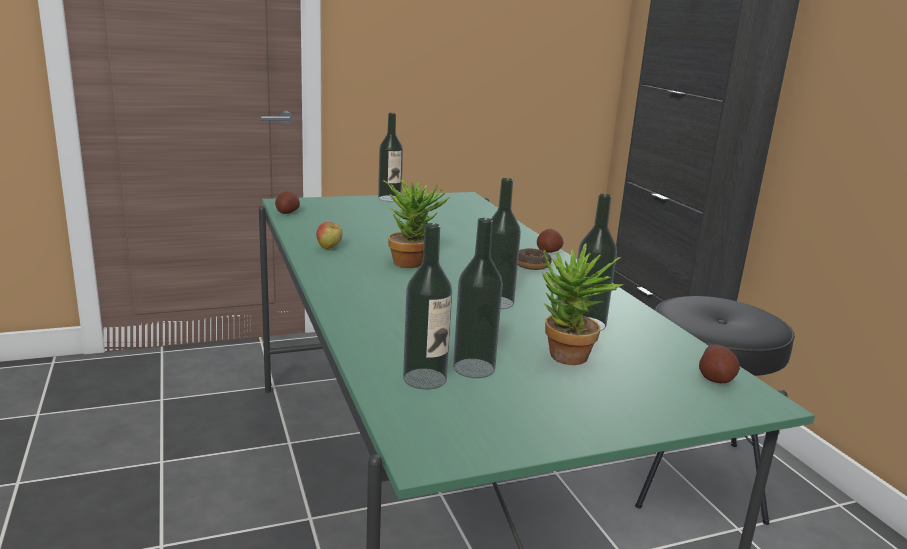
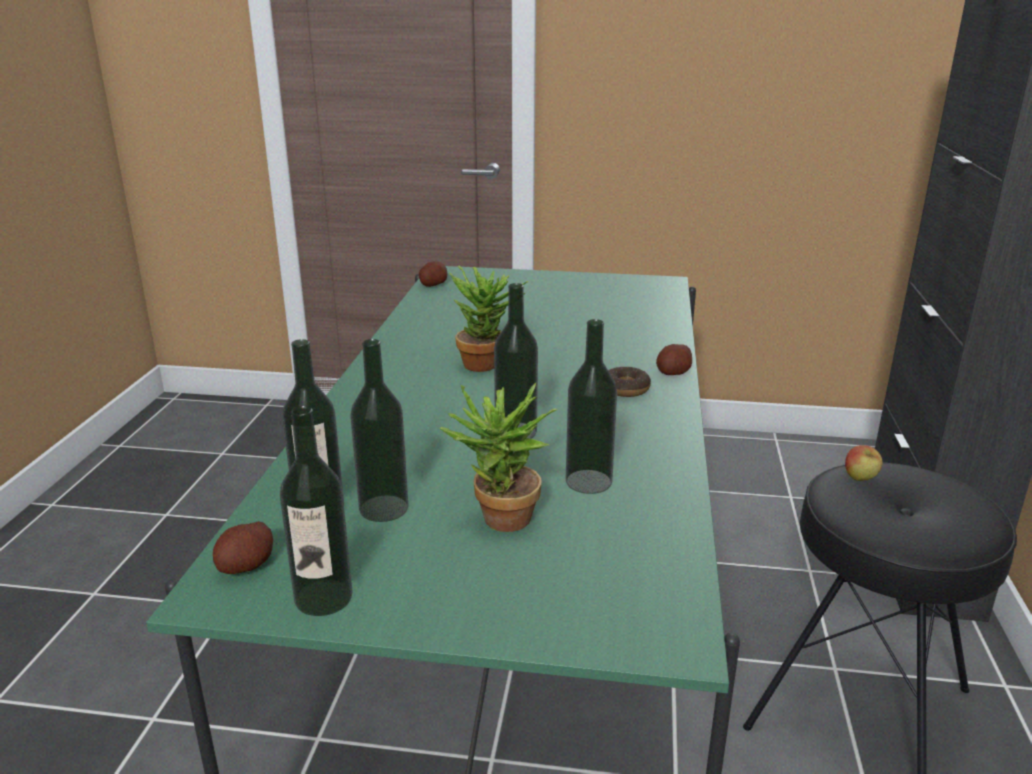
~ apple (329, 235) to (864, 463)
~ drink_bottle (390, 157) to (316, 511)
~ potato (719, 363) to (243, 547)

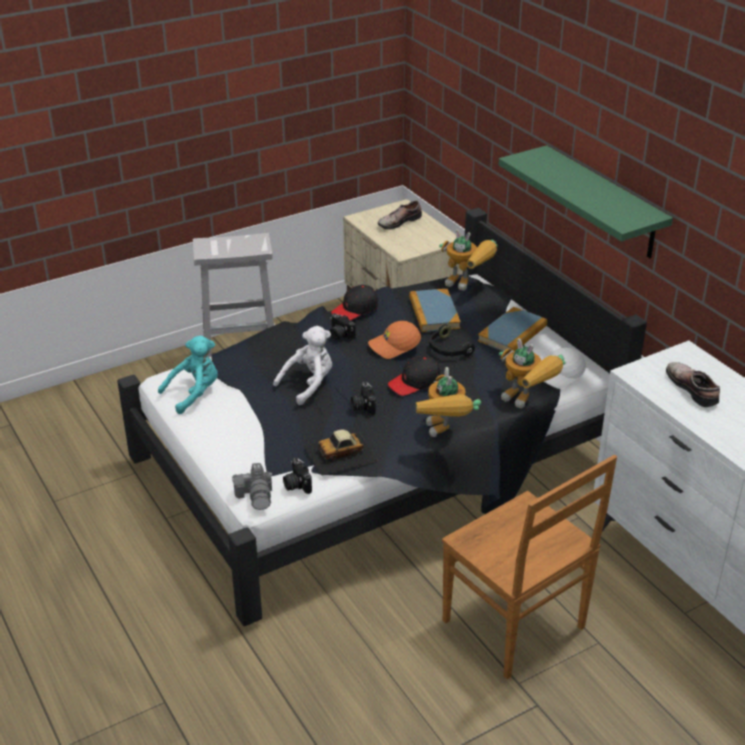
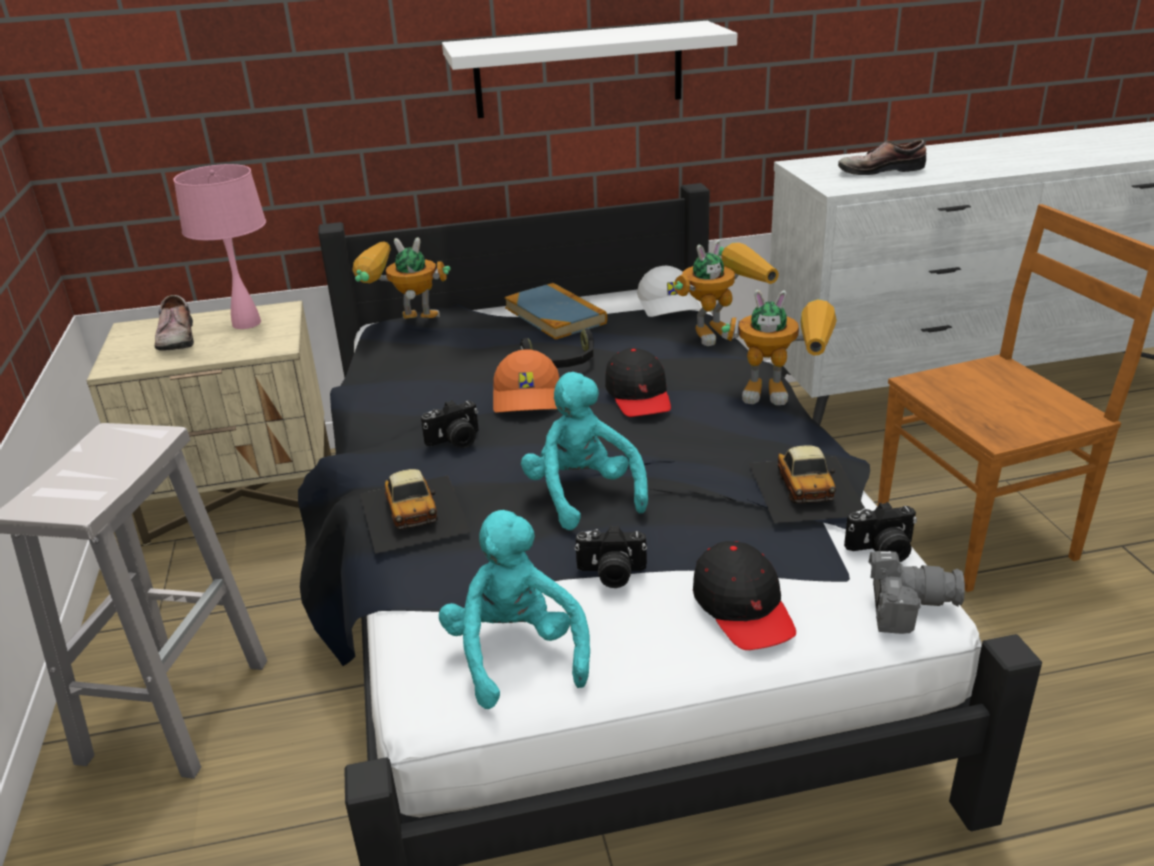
~ white_plush_toy (302, 365) to turquoise-coloured_plush_toy (584, 451)
~ blackish_baseball_cap (354, 303) to (744, 595)
~ photo_camera (363, 398) to (610, 556)
- book (435, 310)
~ toy_robot (468, 259) = (401, 278) 135 degrees counterclockwise
~ greenish_shelf (585, 201) to white_shelf (589, 69)
+ pink_lamp_for_a_table (219, 246)
+ model_car (415, 511)

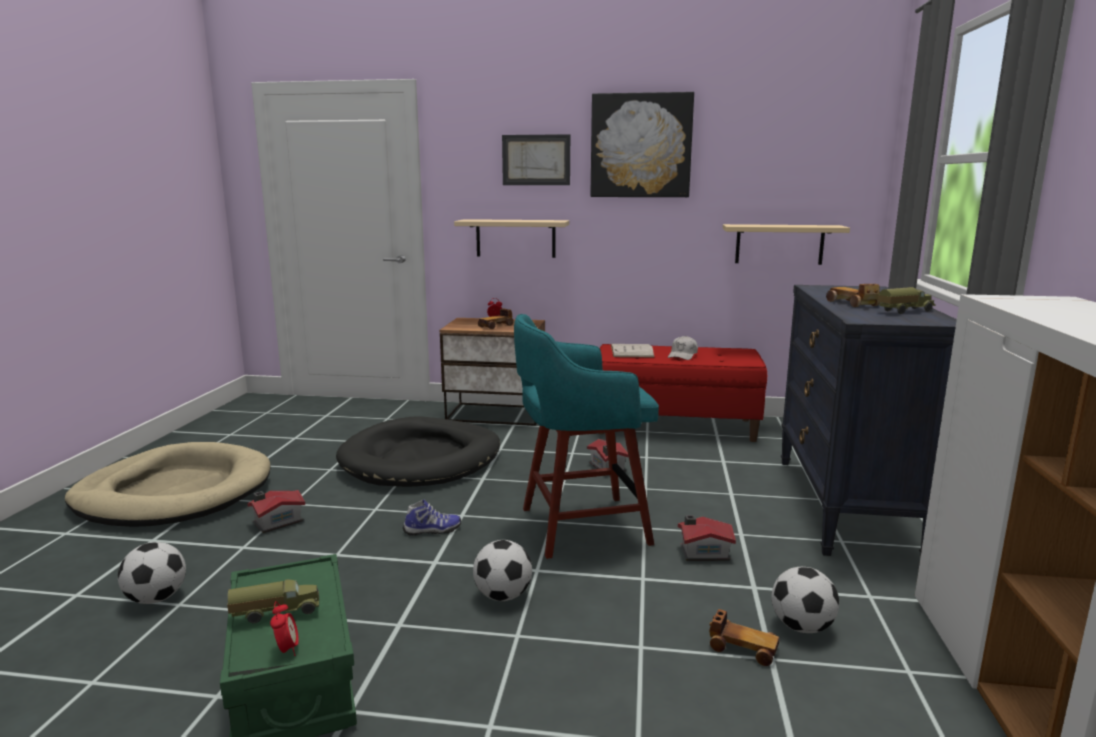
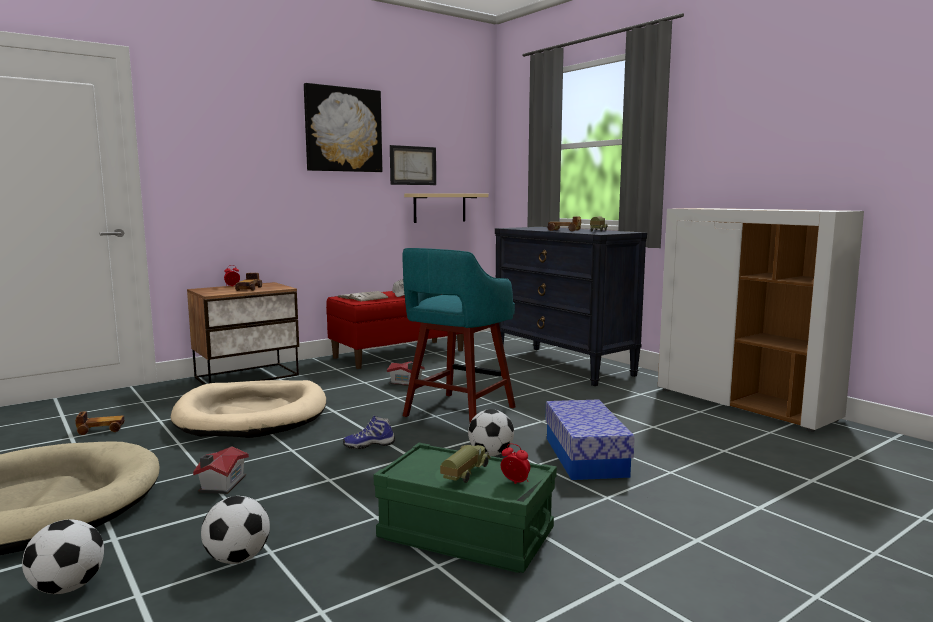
~ blackish_pet_bed (418, 451) to sand-coloured_pet_bed (248, 409)
~ item_of_footwear (432, 517) = (369, 432) 135 degrees counterclockwise
- sand-coloured_shelf (511, 238)
~ wall_picture (536, 159) to (413, 165)
- model_house (707, 538)
~ model_car (744, 637) to (100, 423)
~ football (805, 600) to (63, 556)
+ storage_box (590, 439)

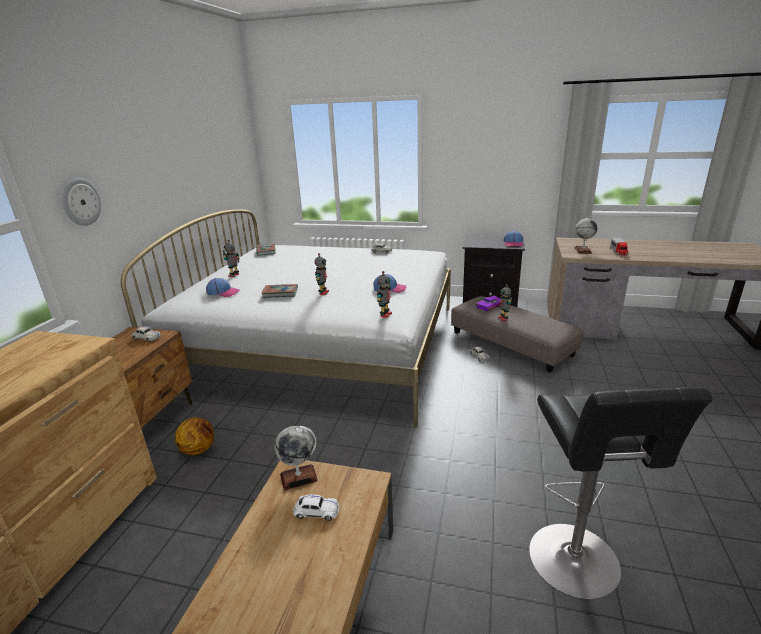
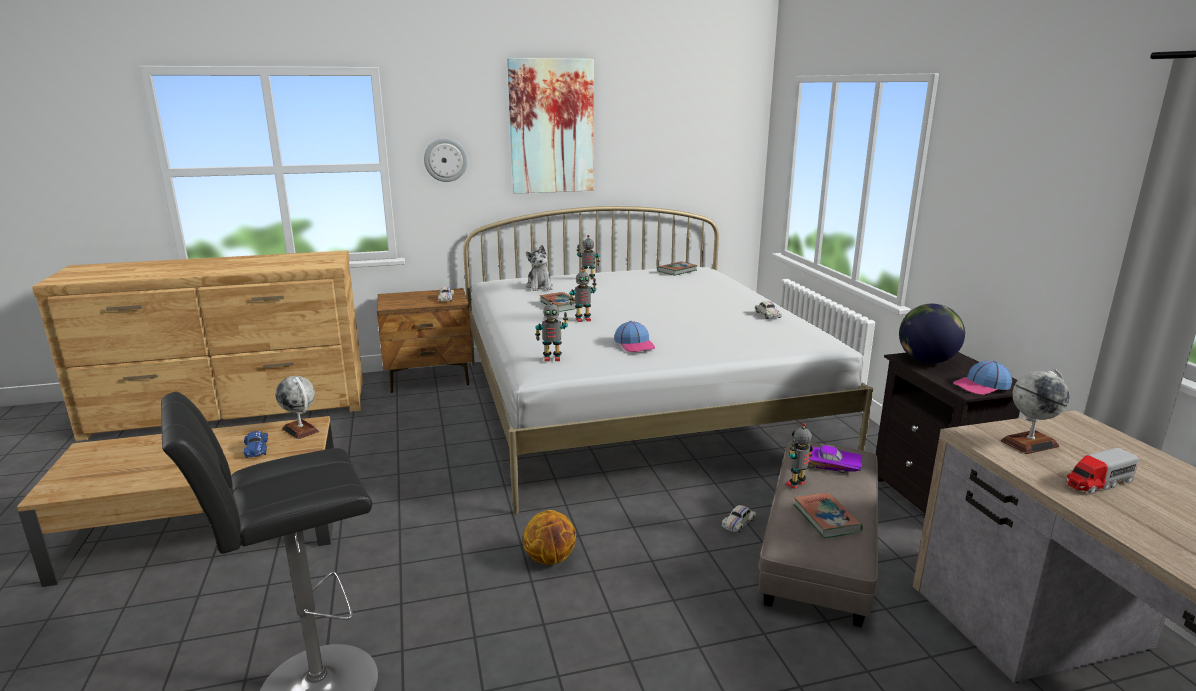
~ basketball_ball (194, 436) to (549, 537)
~ baseball_cap (223, 287) to plush_toy (539, 268)
~ white_model_car (316, 507) to blue-coloured_model_car (256, 444)
+ wall_picture (550, 126)
+ book (828, 515)
+ desk_globe (932, 333)

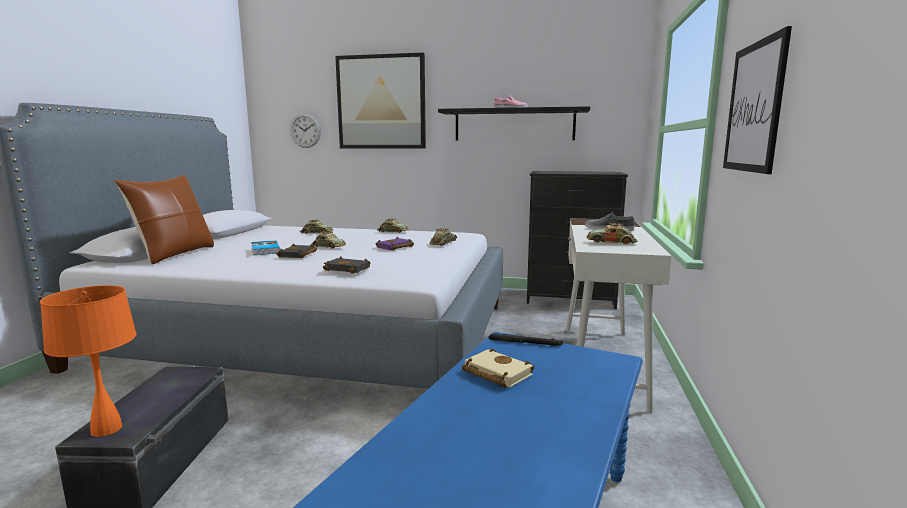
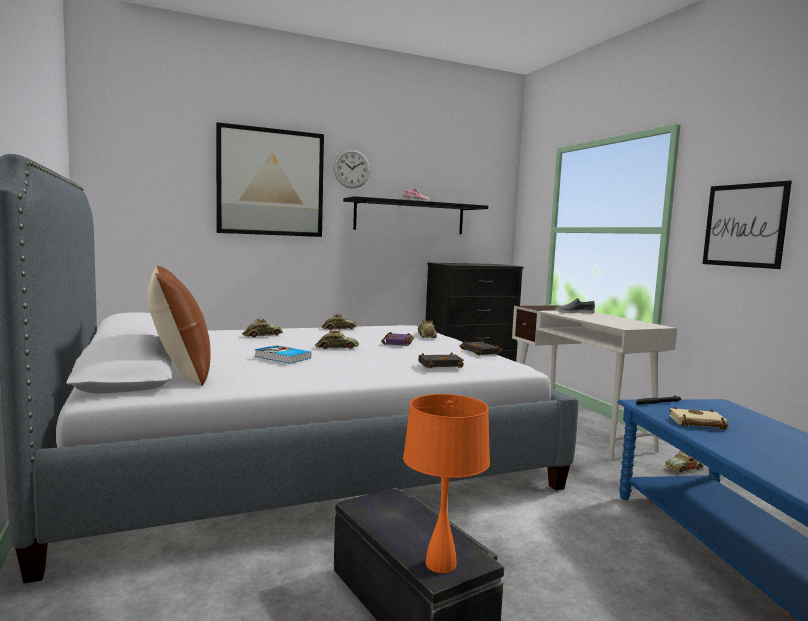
~ blackish_book (296, 251) to (481, 347)
~ wall_clock (305, 130) to (351, 168)
~ model_car (612, 233) to (684, 461)

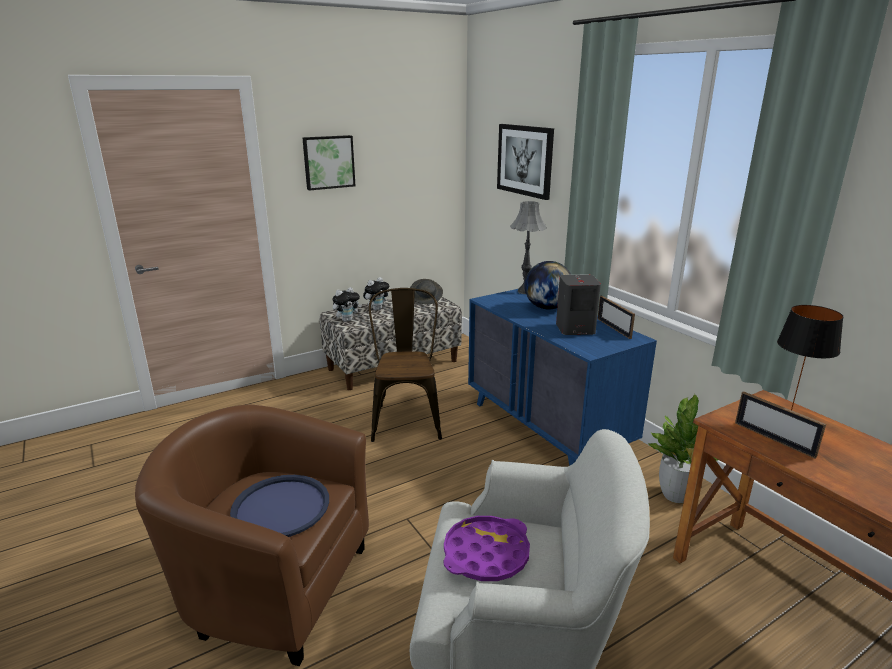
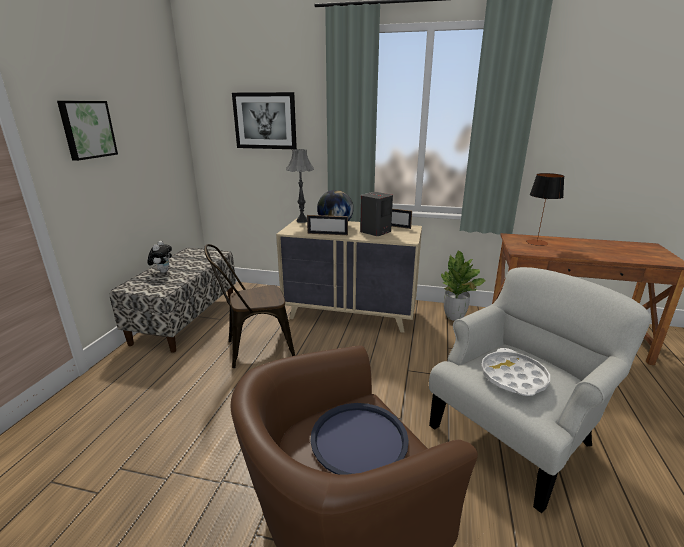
- plush_toy (347, 304)
~ brownish_chair (405, 365) = (249, 306) 60 degrees counterclockwise
- grey_clothing_hat (426, 291)
~ purple_carrying_tray (486, 548) to white_carrying_tray (515, 372)
~ blue-coloured_chest_of_drawers (562, 377) to sand-coloured_chest_of_drawers (349, 275)
~ standing_frame (780, 425) to (327, 225)

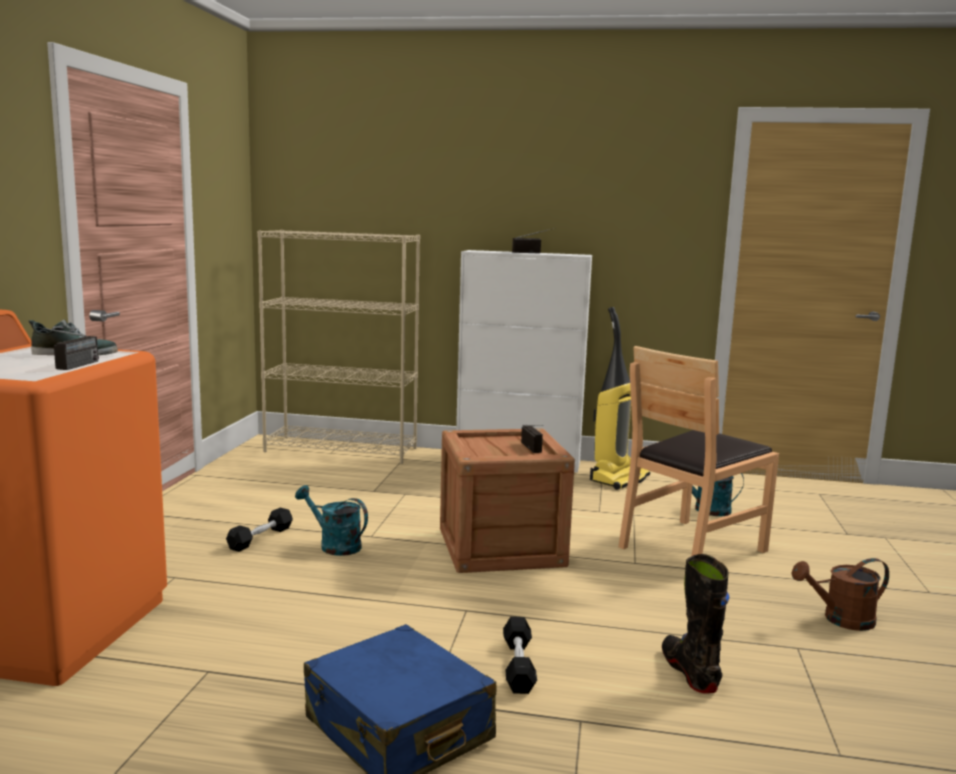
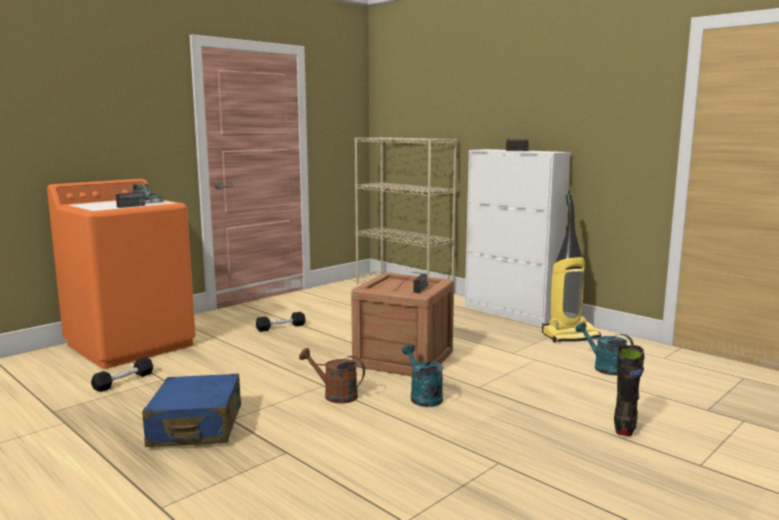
~ turquoise-coloured_watering_can (331, 520) to (422, 375)
~ blackish_hand_weight (520, 655) to (122, 374)
- brownish_chair (698, 451)
~ blackish_high-top_boot (695, 623) to (629, 390)
~ brownish_watering_can (840, 594) to (332, 375)

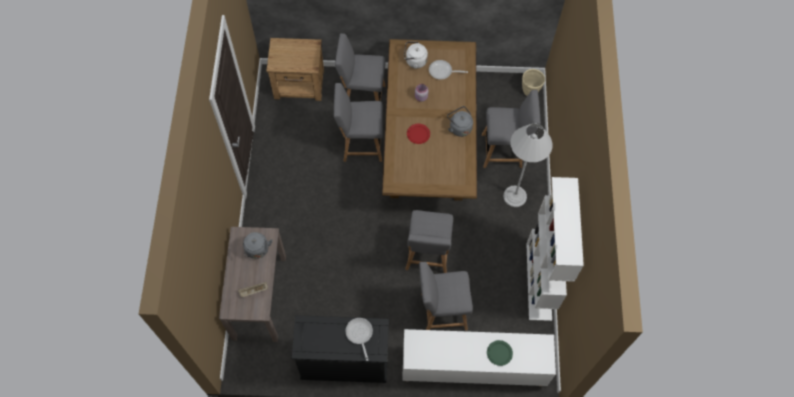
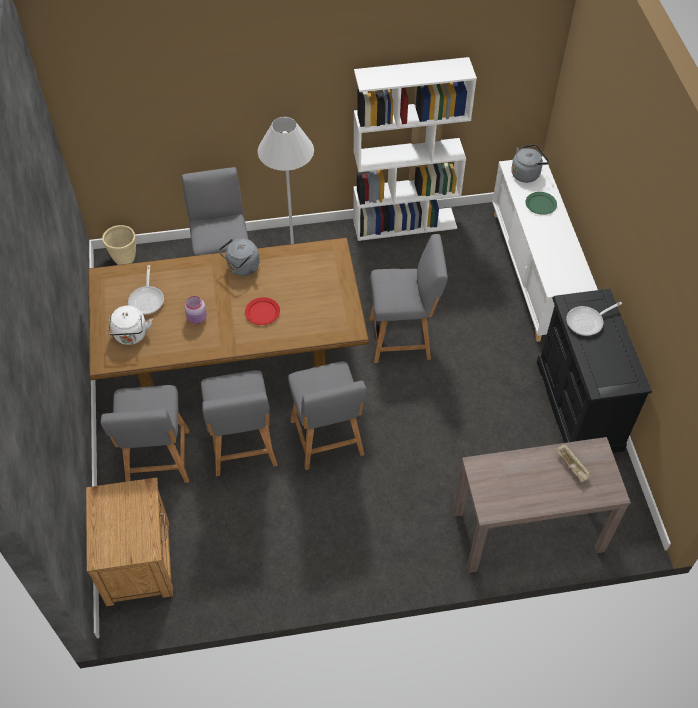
~ grey_kettle (258, 245) to (530, 163)
~ grey_chair (446, 296) to (327, 415)

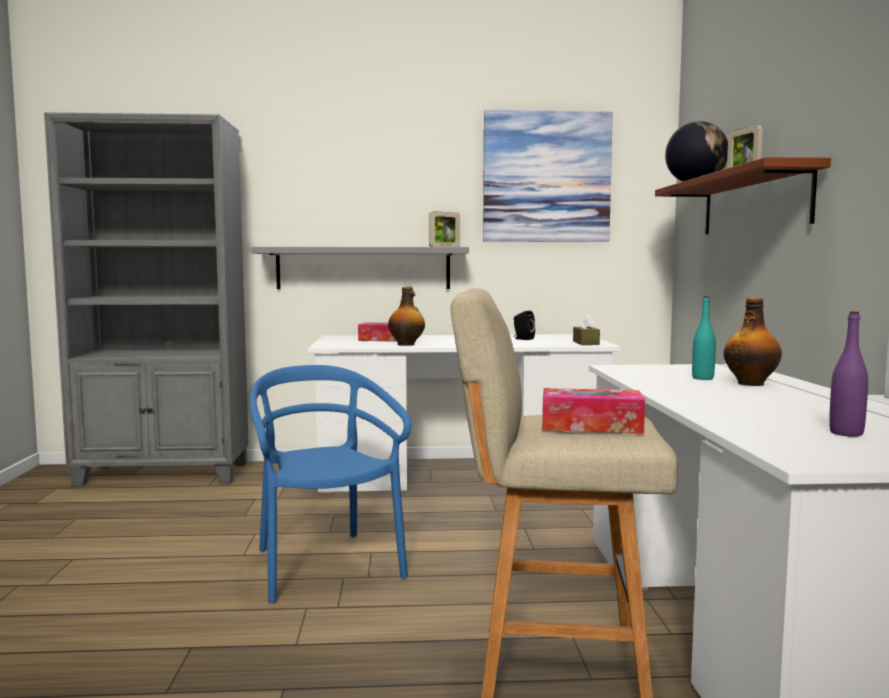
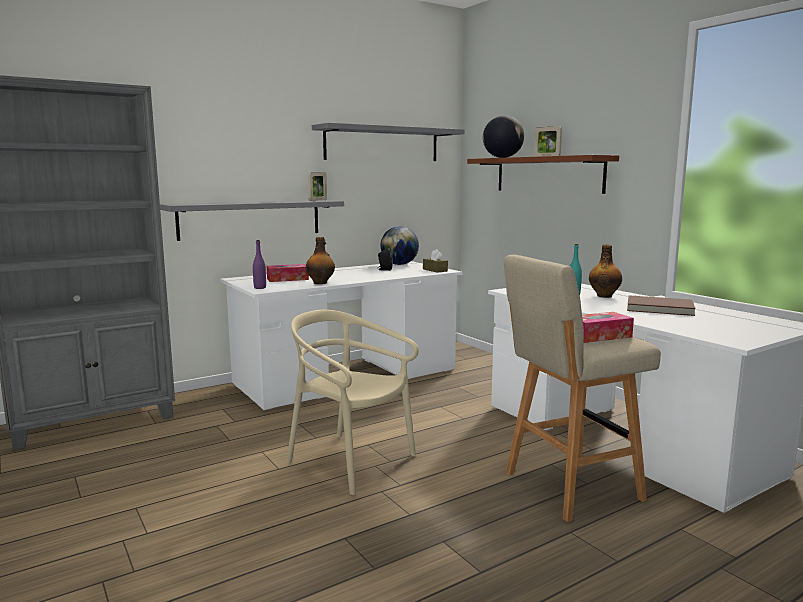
~ blue-coloured_chair (330, 484) to sand-coloured_chair (353, 402)
~ wall_picture (548, 176) to grey_shelf (388, 142)
~ purple_drink_bottle (848, 374) to (259, 264)
+ desk_globe (400, 245)
+ brownish_book (661, 305)

